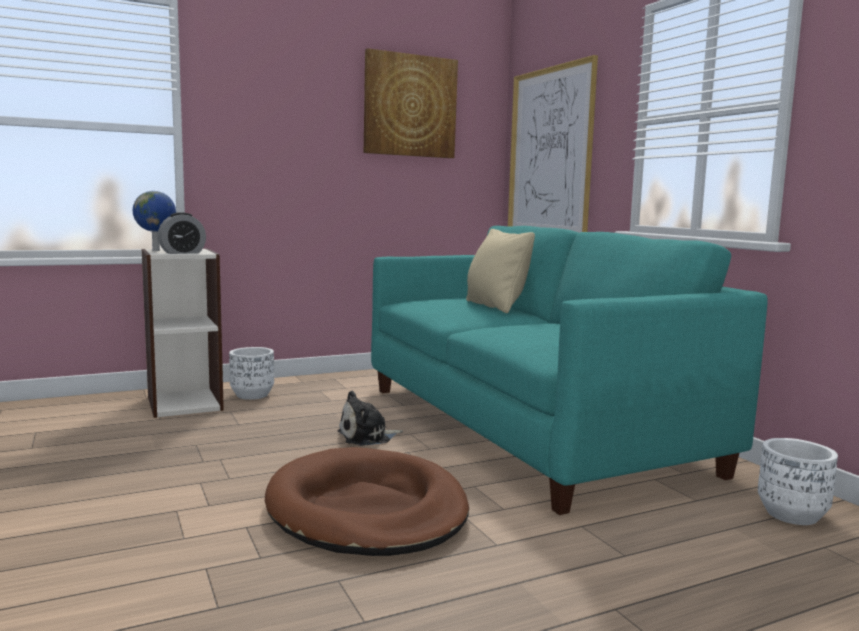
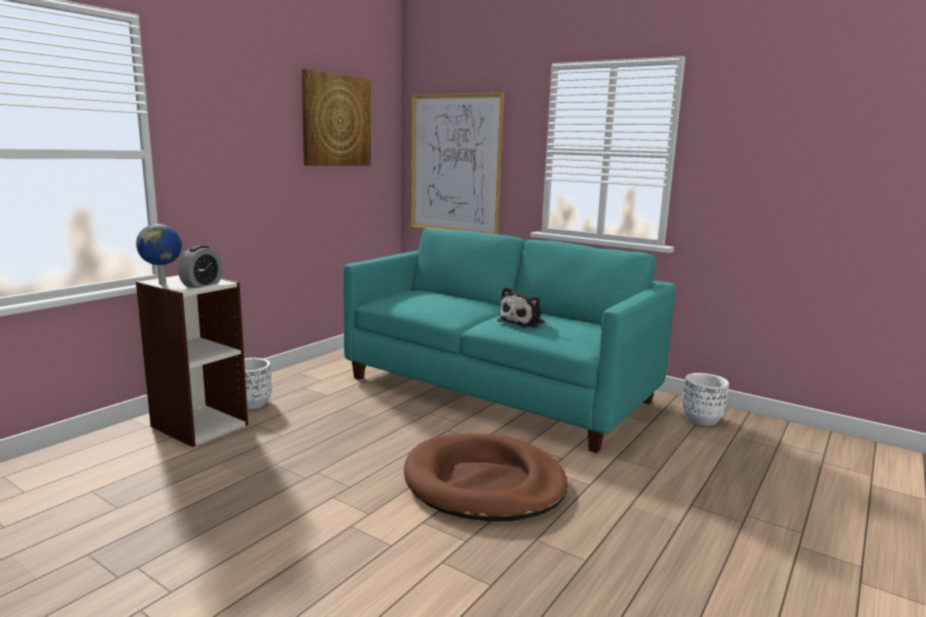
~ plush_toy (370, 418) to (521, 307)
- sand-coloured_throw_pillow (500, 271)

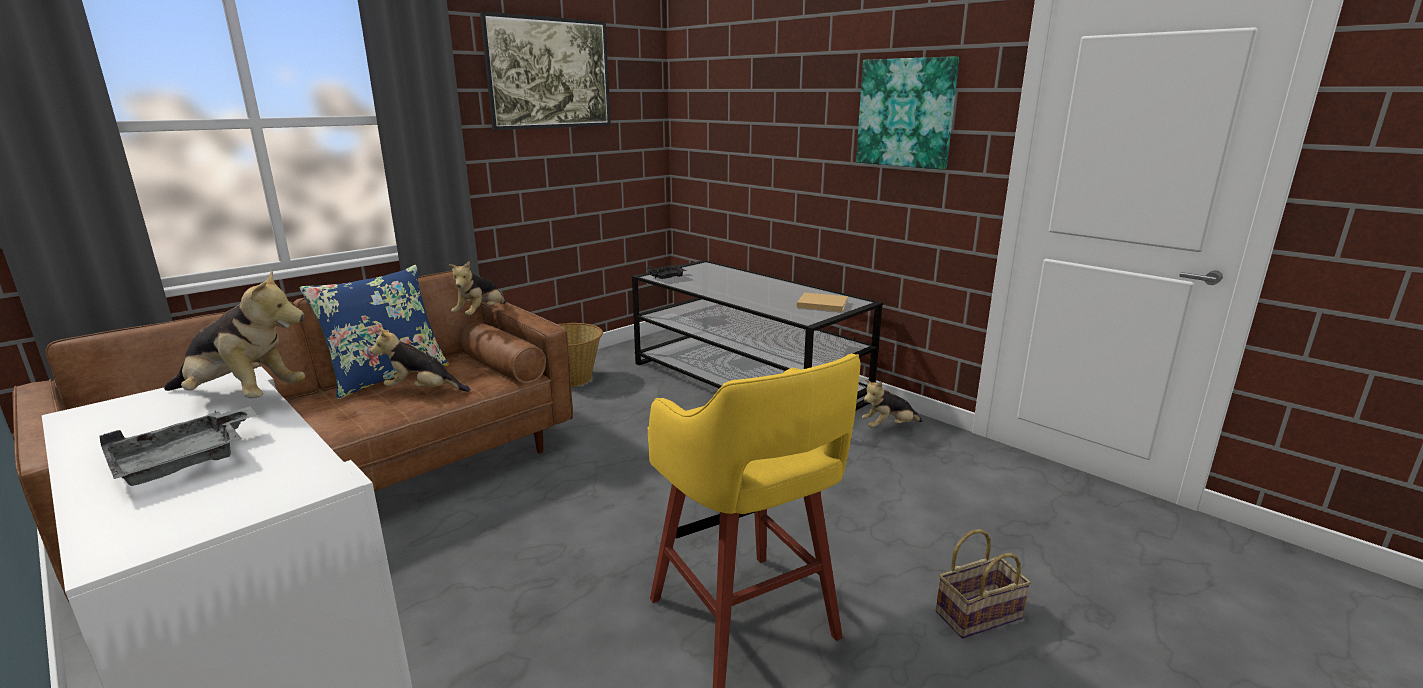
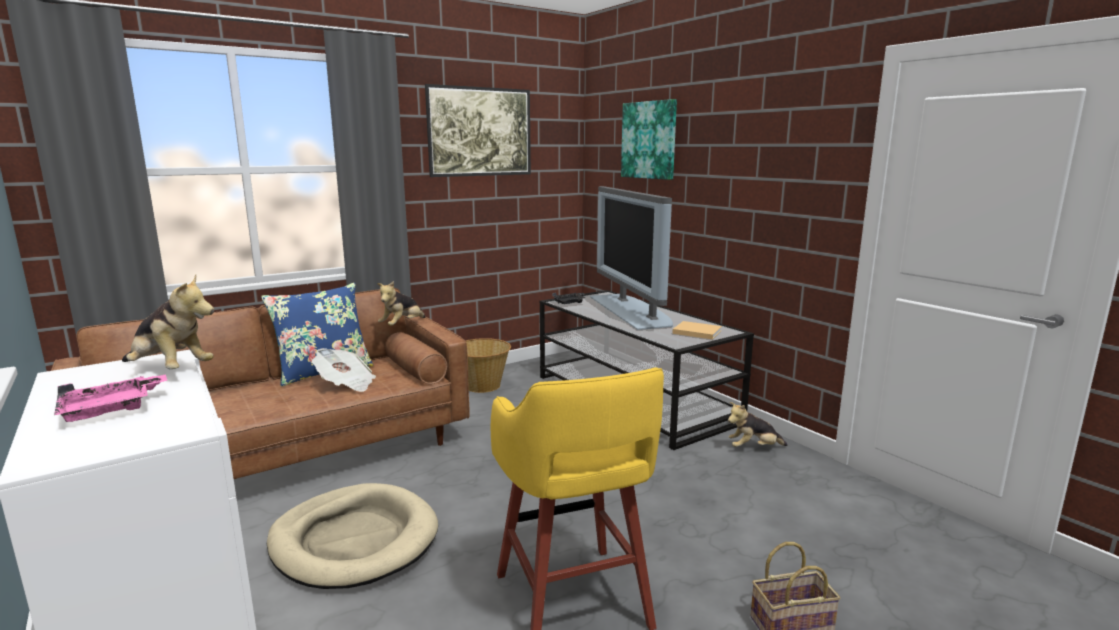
~ grey_carrying_tray (178, 446) to pink_carrying_tray (110, 398)
~ plush_toy (420, 359) to newspaper (344, 370)
~ wall_picture (907, 113) to (649, 139)
+ sand-coloured_pet_bed (352, 536)
+ TV_set (631, 258)

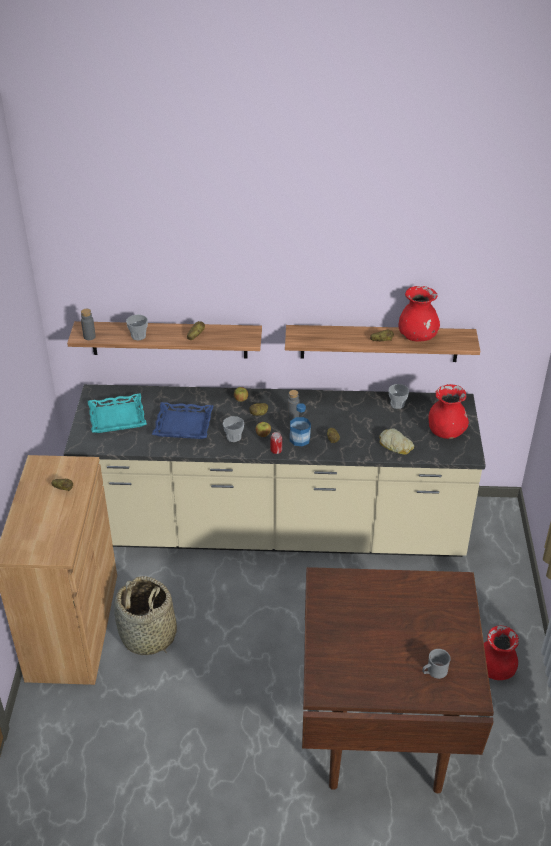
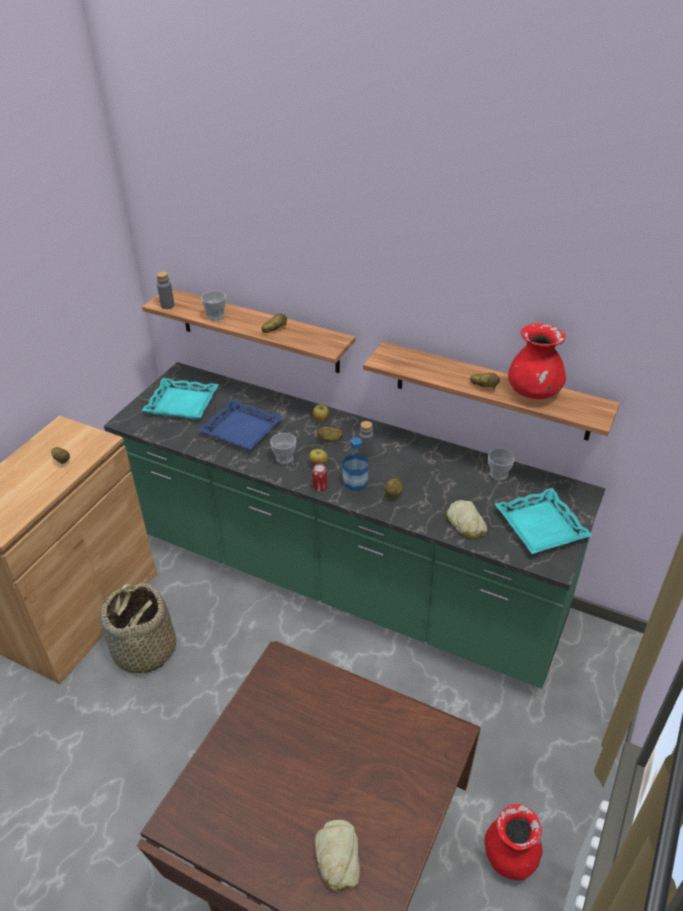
~ sand-coloured_kitchen_counter (275, 470) to greenish_kitchen_counter (354, 525)
~ grey_coffee_mug (436, 664) to bread (337, 855)
~ red-coloured_decorative_vase (449, 411) to turquoise-coloured_carrying_tray (544, 521)

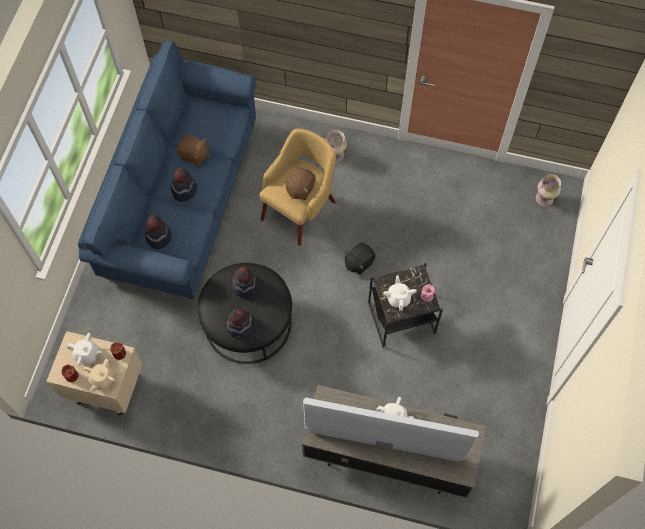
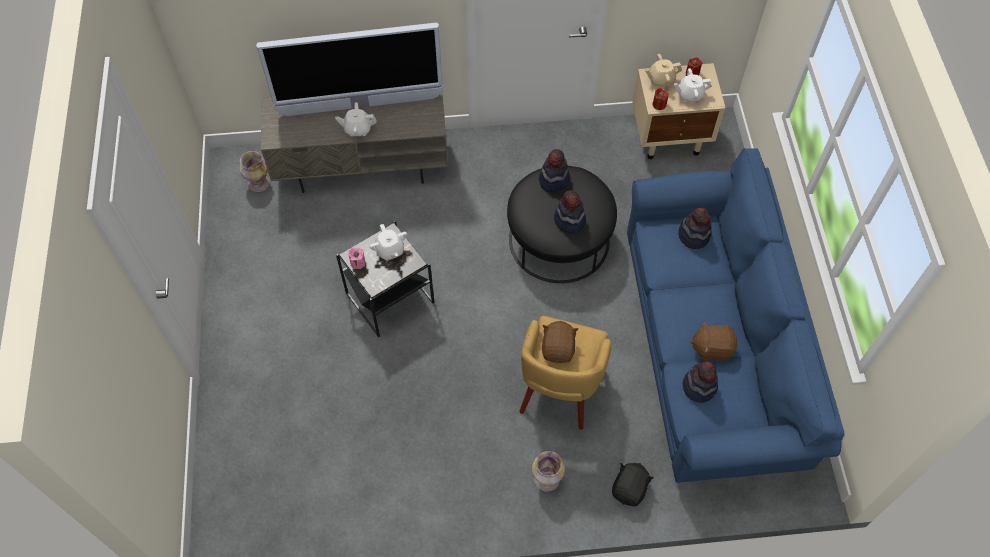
~ sand-coloured_tea_pot (99, 375) = (663, 70) 105 degrees counterclockwise
~ clothing_hat (184, 184) to (700, 382)
~ blackish_plush_toy (360, 259) to (633, 484)
~ decorative_vase (548, 190) to (255, 171)

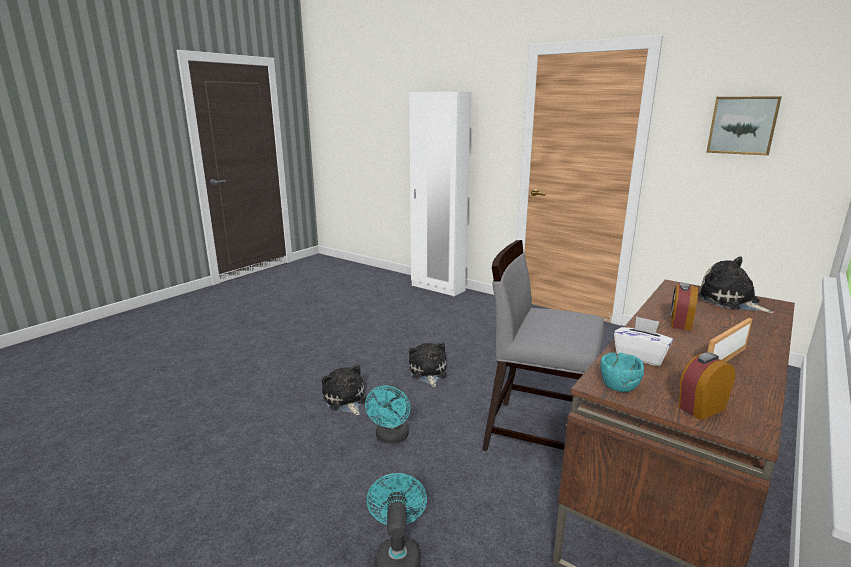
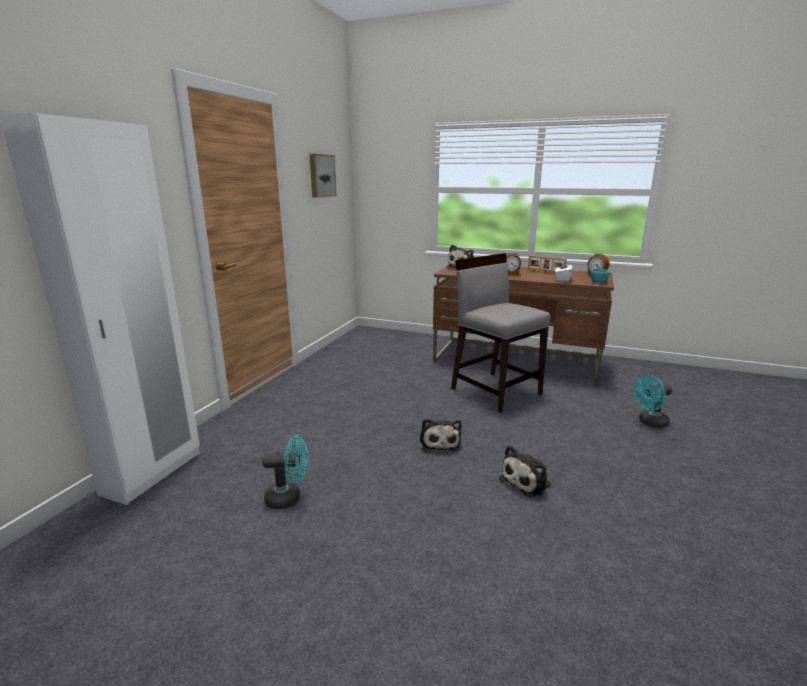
~ turquoise-coloured_fan (387, 414) to (285, 472)
~ plush_toy (428, 364) = (441, 435) 75 degrees counterclockwise
~ grey_chair (543, 345) = (501, 333) 135 degrees clockwise

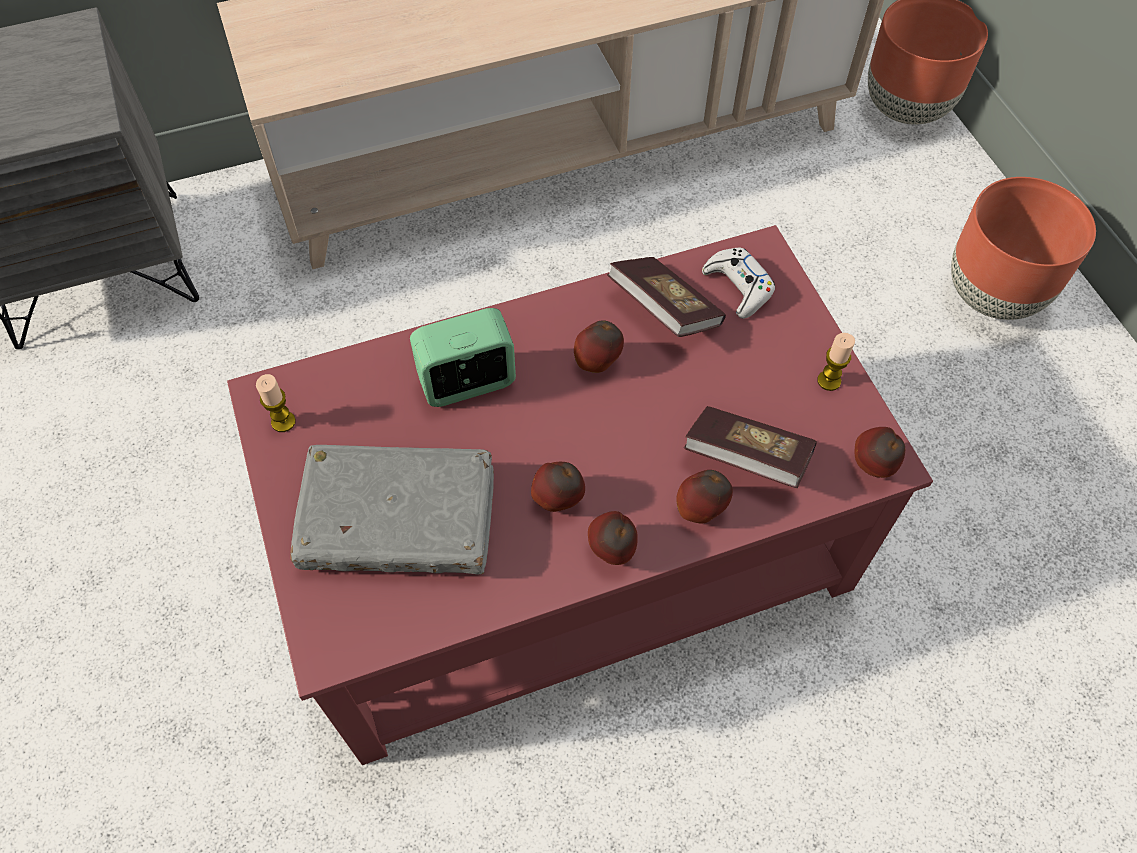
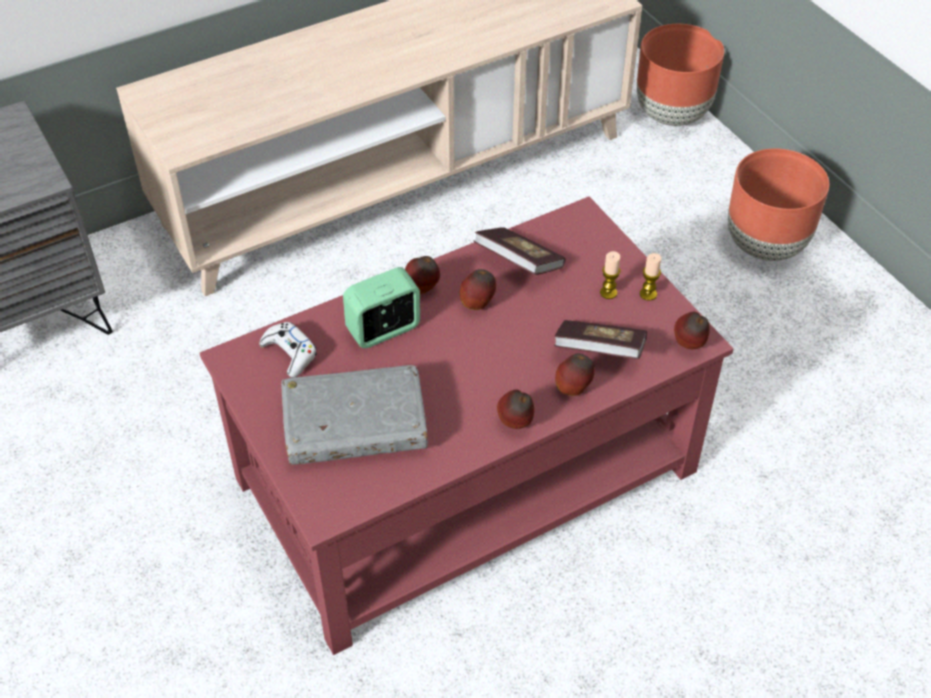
~ candle (276, 403) to (610, 275)
~ apple (558, 487) to (422, 275)
~ white_gamepad (738, 283) to (288, 349)

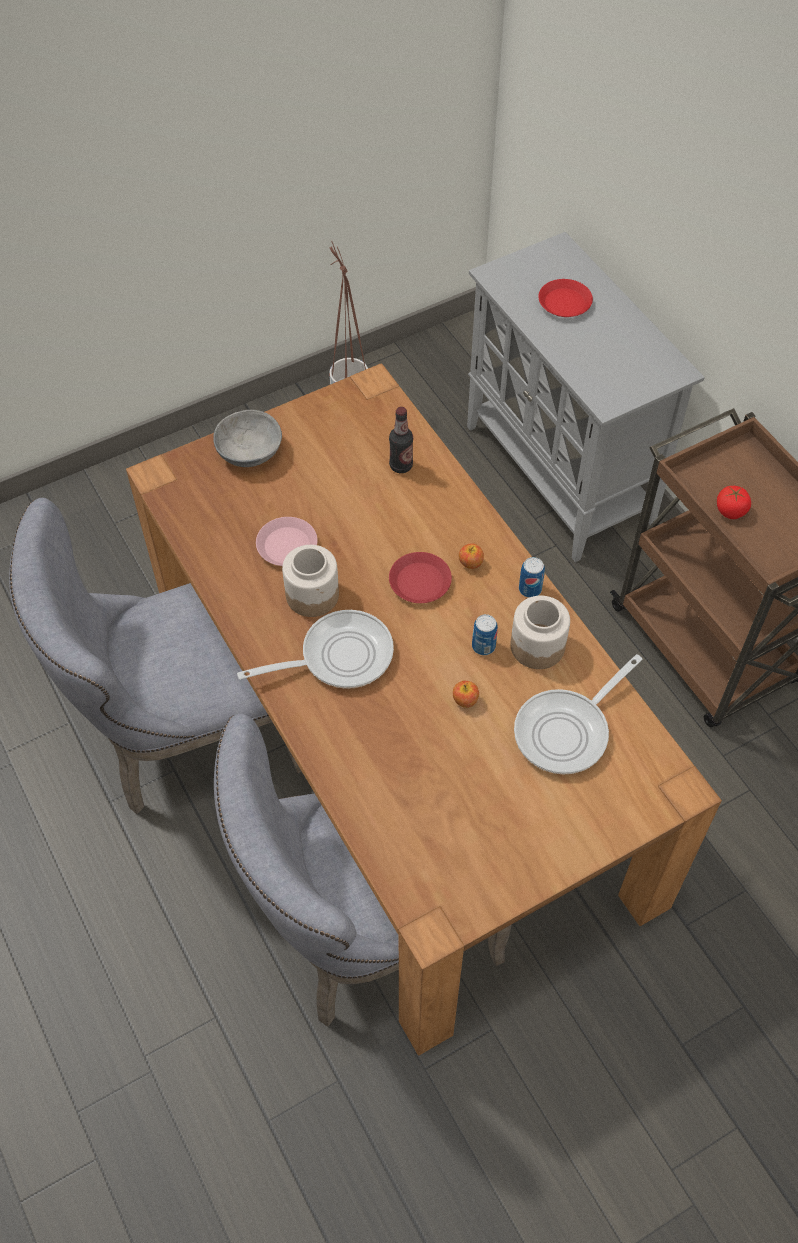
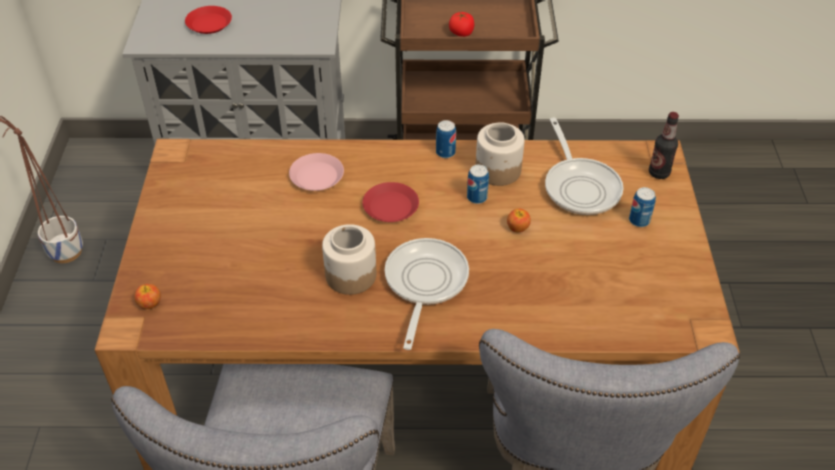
- grey_bowl (247, 438)
~ pink_flat_dish (287, 541) to (316, 172)
~ drink_bottle (401, 440) to (664, 145)
~ apple (471, 556) to (147, 296)
+ can (642, 207)

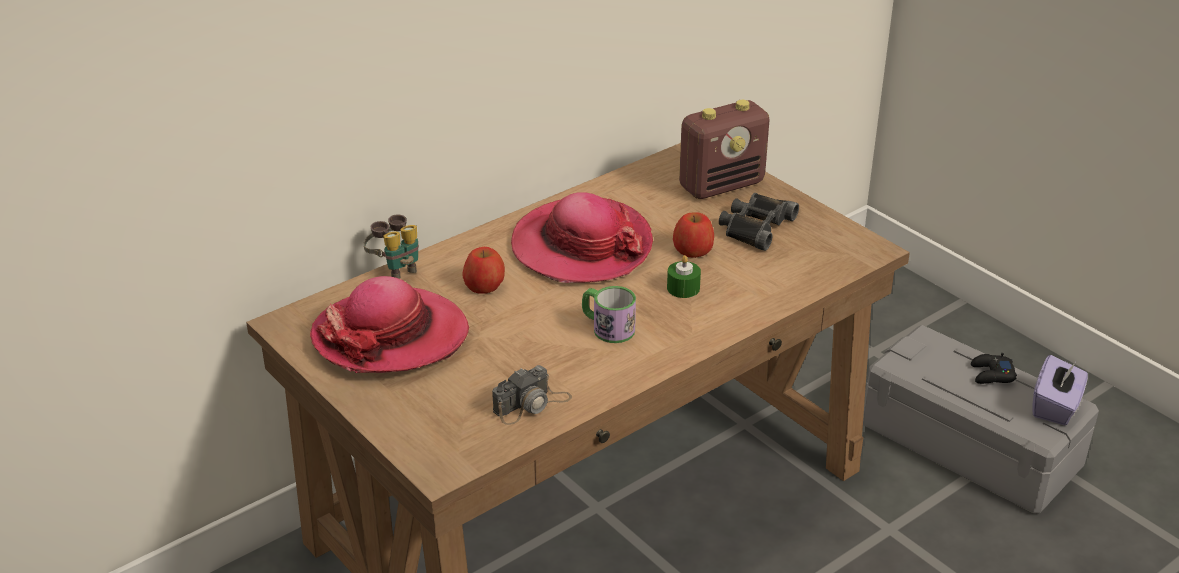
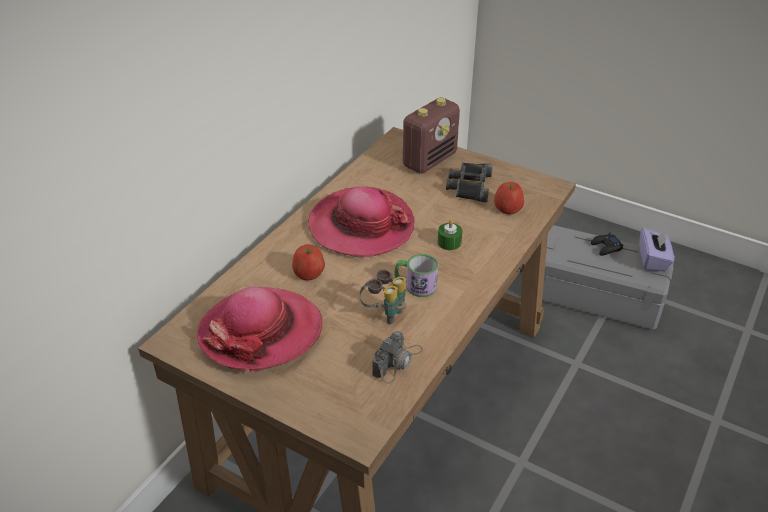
~ field_glasses (391, 246) to (382, 297)
~ apple (693, 235) to (509, 198)

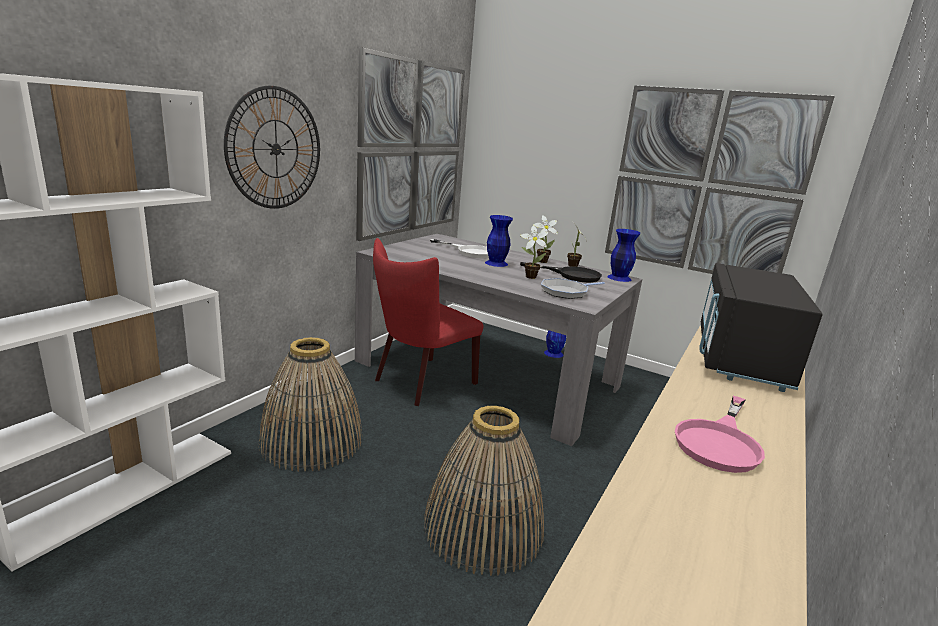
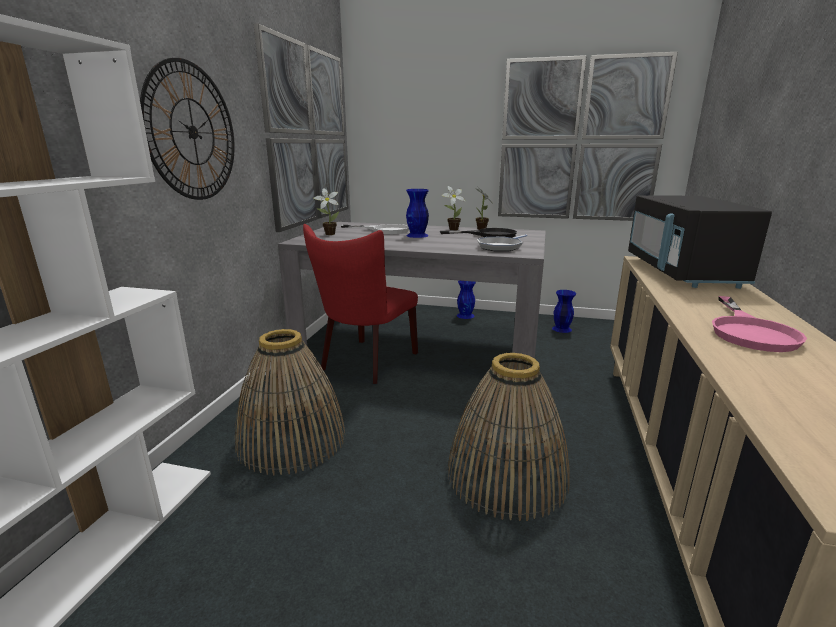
~ houseplant (534, 252) to (326, 211)
~ blue-coloured_decorative_vase (624, 255) to (564, 311)

